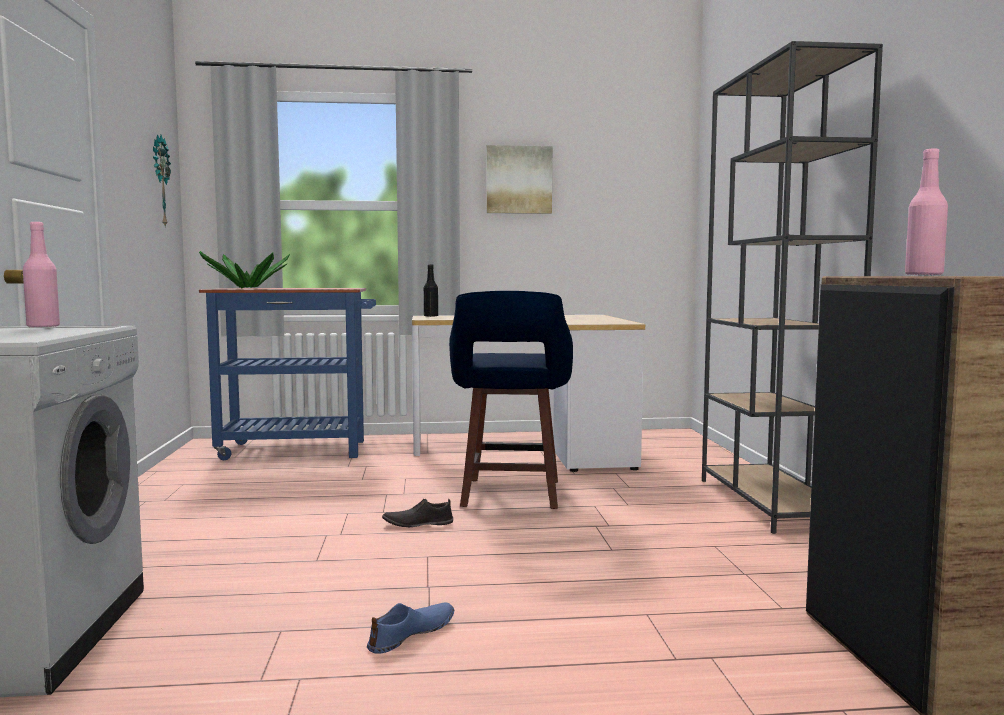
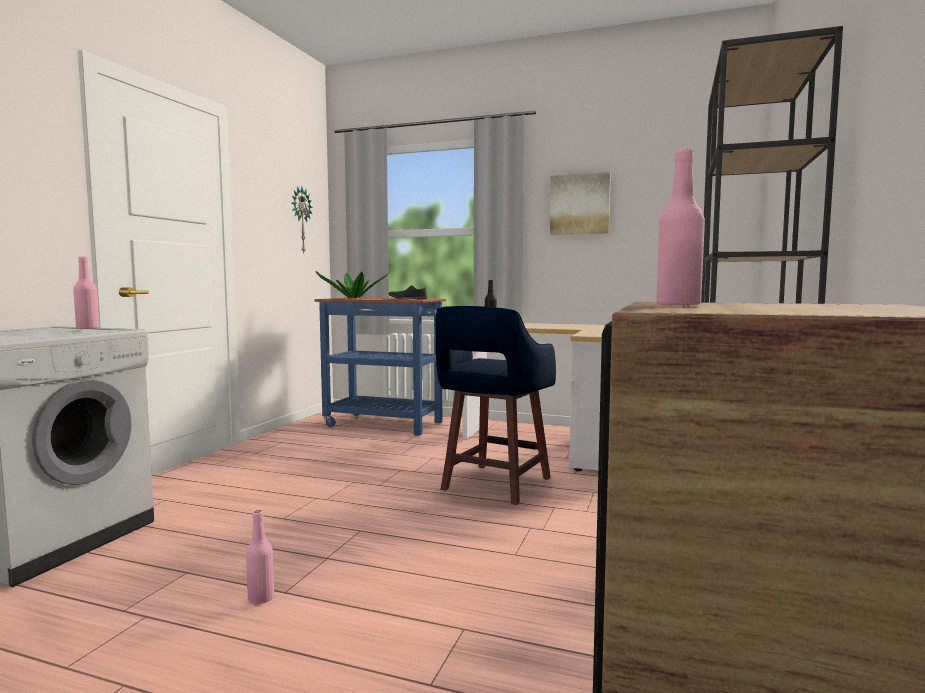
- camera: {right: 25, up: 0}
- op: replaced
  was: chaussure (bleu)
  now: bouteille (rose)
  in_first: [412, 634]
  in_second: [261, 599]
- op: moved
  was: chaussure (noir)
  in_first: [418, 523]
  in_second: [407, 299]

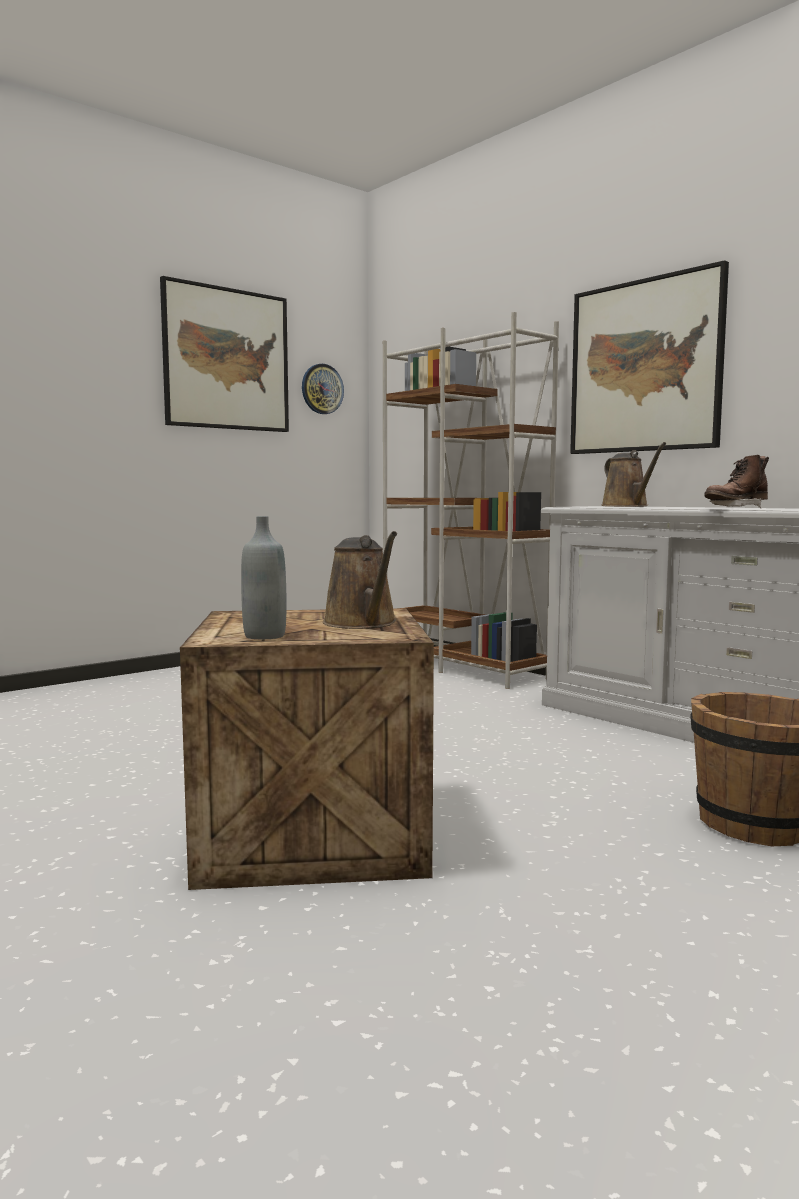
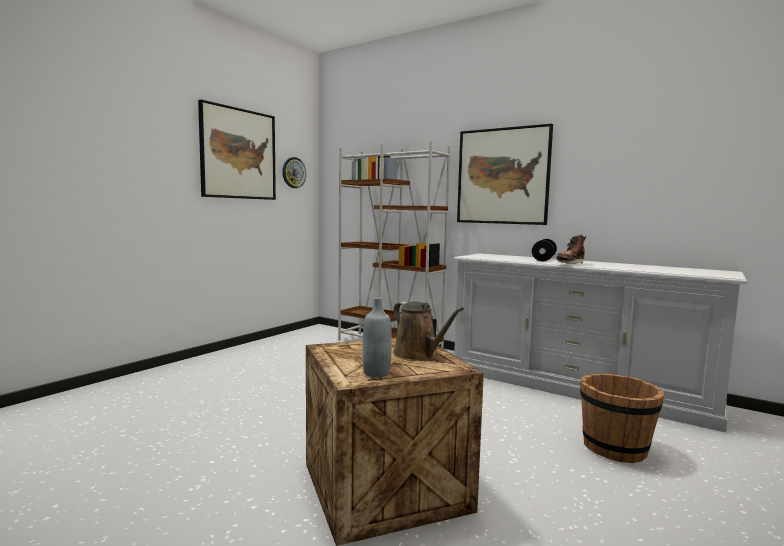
- camera: {right: -15, up: 0}
- op: removed
  was: arrosoir (marron)
  in_first: [627, 506]
- op: added
  now: haltère (noir)
  in_second: [544, 259]

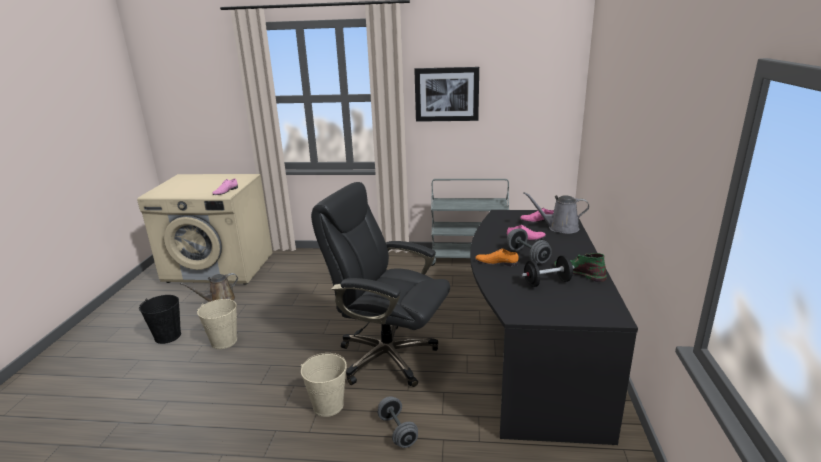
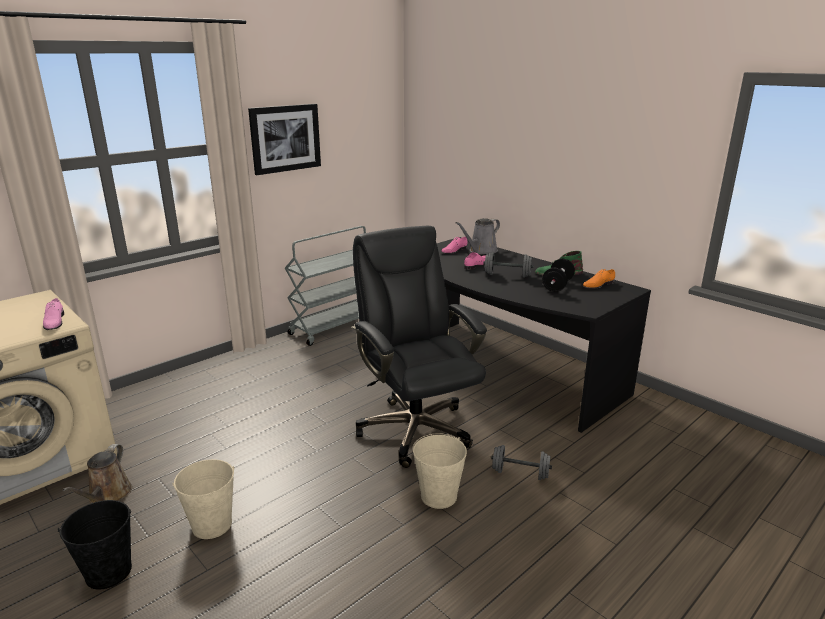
- camera: {right: -50, up: 0}
- op: turned
  was: chaise de bureau (noir)
  in_first: [390, 358]
  in_second: [417, 432]
  clockwise: 90
- op: moved
  was: chaussure (orange)
  in_first: [496, 262]
  in_second: [597, 284]

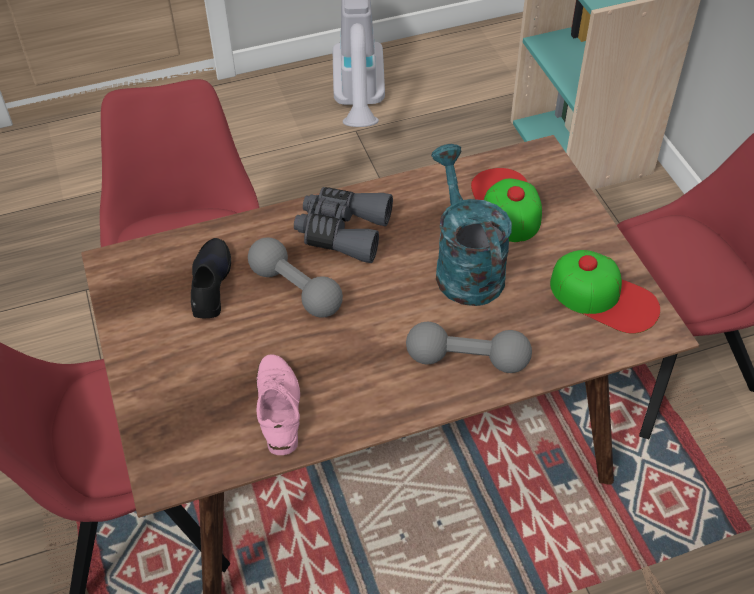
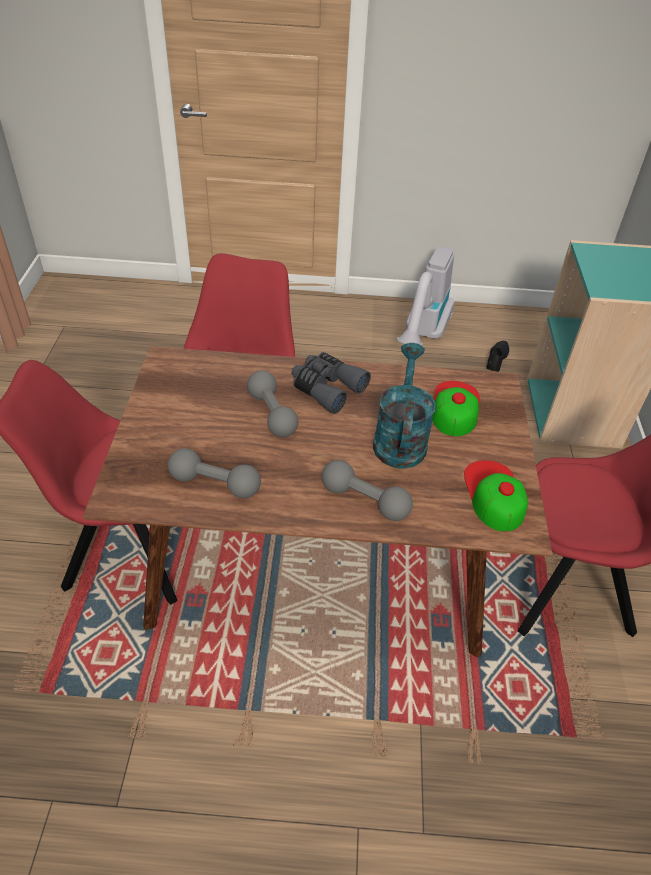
- camera: {right: 20, up: -5}
- op: moved
  was: chaussure (noir)
  in_first: [210, 283]
  in_second: [496, 359]
- op: replaced
  was: chaussure (rose)
  now: haltère (gris)
  in_first: [279, 407]
  in_second: [215, 484]
- op: turned
  was: casquette
  in_first: [604, 297]
  in_second: [494, 494]
  clockwise: -150

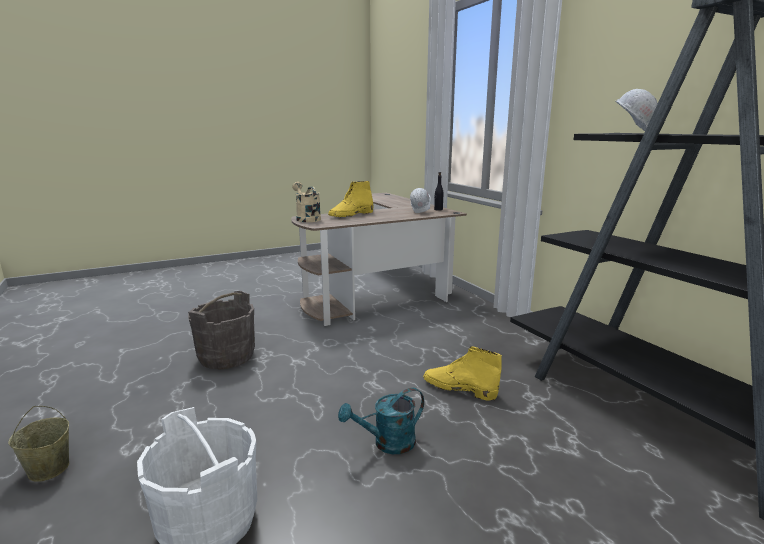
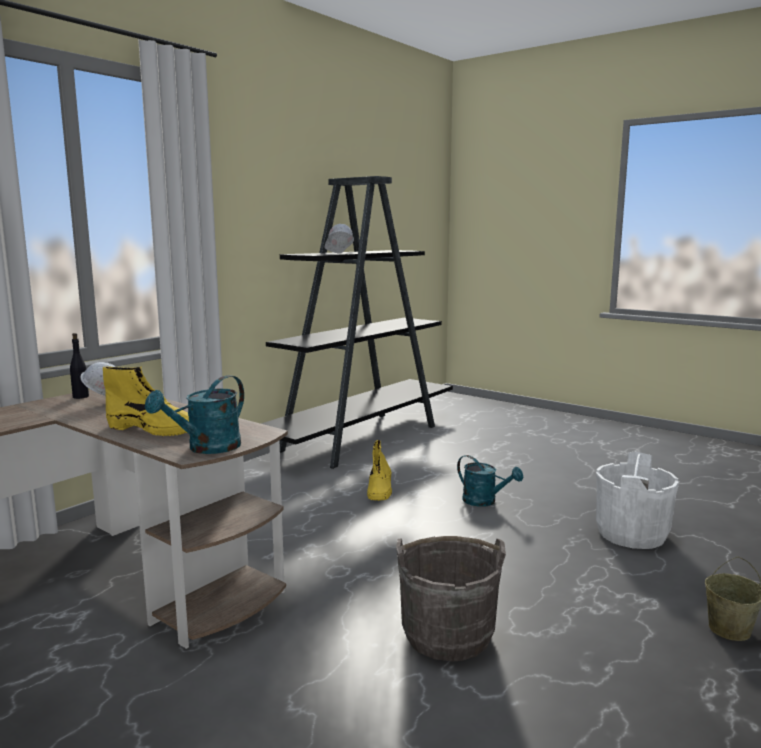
- camera: {right: -115, up: -5}
- op: recoloured
  was: arrosoir (beige)
  now: arrosoir (turquoise)
  in_first: [306, 218]
  in_second: [207, 448]

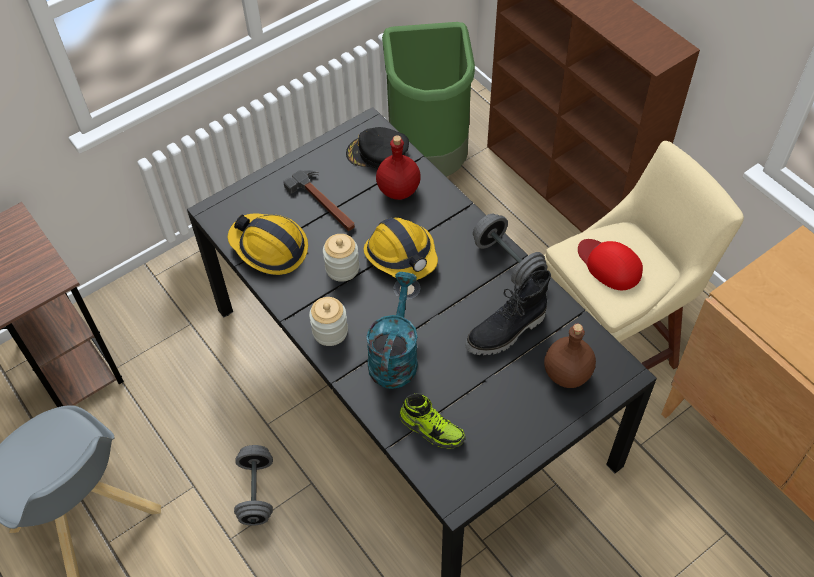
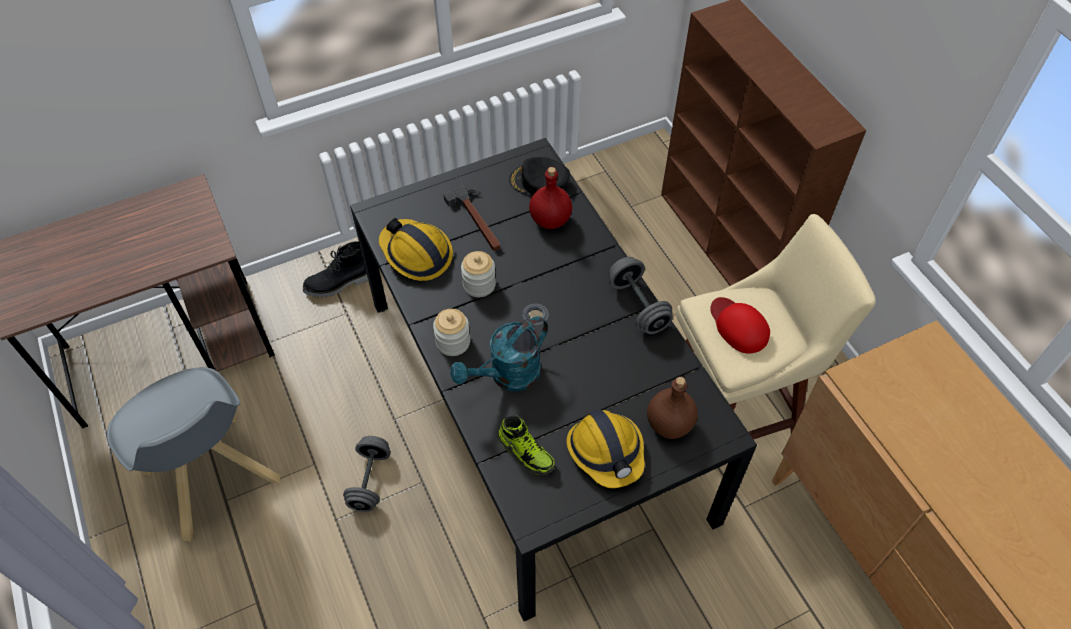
- camera: {right: 10, up: 0}
- op: moved
  was: casque de chantier
  in_first: [401, 255]
  in_second: [606, 451]
- op: turned
  was: arrosoir (turquoise)
  in_first: [394, 356]
  in_second: [507, 376]
  clockwise: -150
- op: removed
  was: poubelle (vert)
  in_first: [429, 159]
- op: moved
  was: botte (noir)
  in_first: [507, 332]
  in_second: [338, 284]

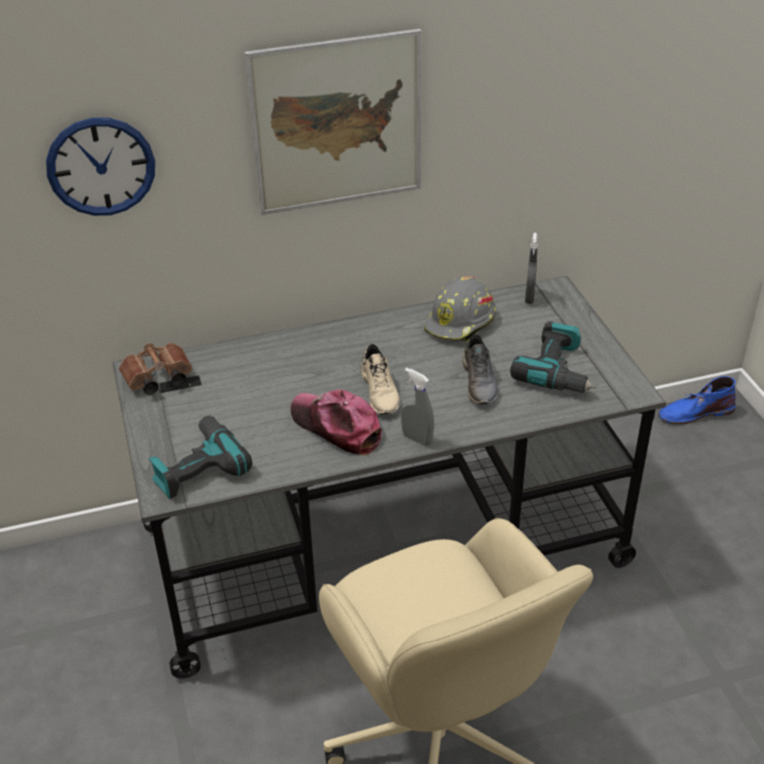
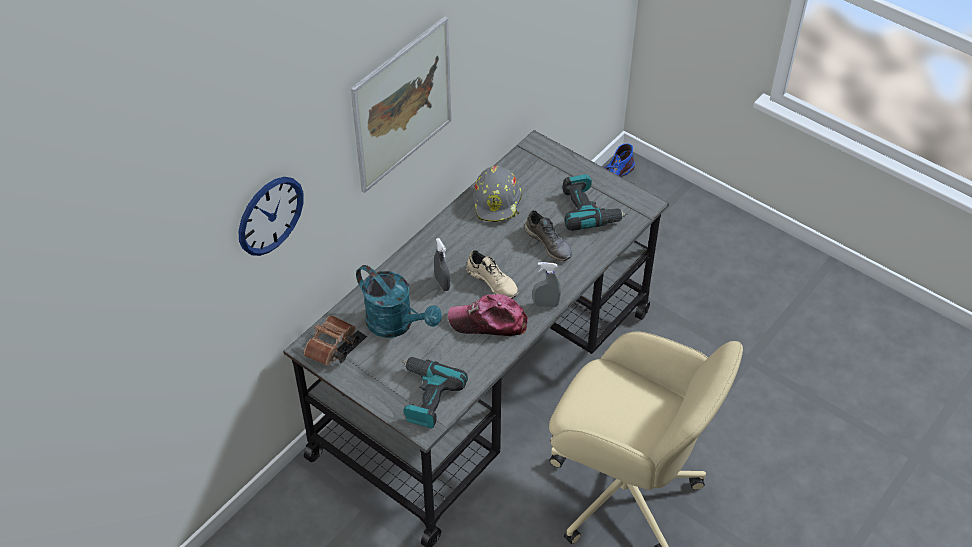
- camera: {right: -35, up: 10}
- op: moved
  was: vaporisateur (gris)
  in_first: [529, 297]
  in_second: [442, 283]
- op: added
  now: arrosoir (turquoise)
  in_second: [396, 324]

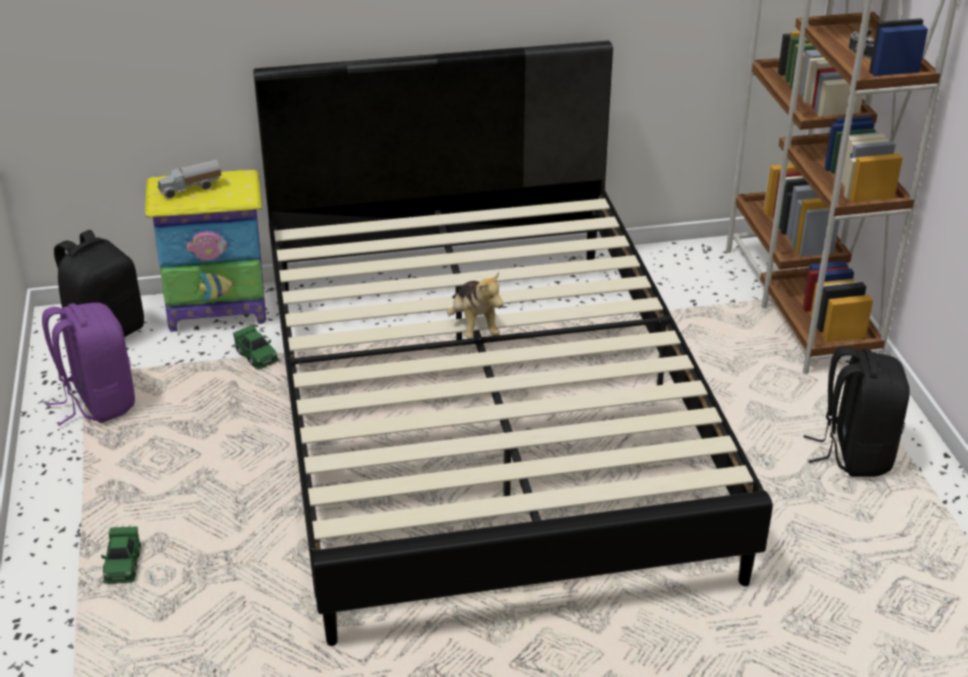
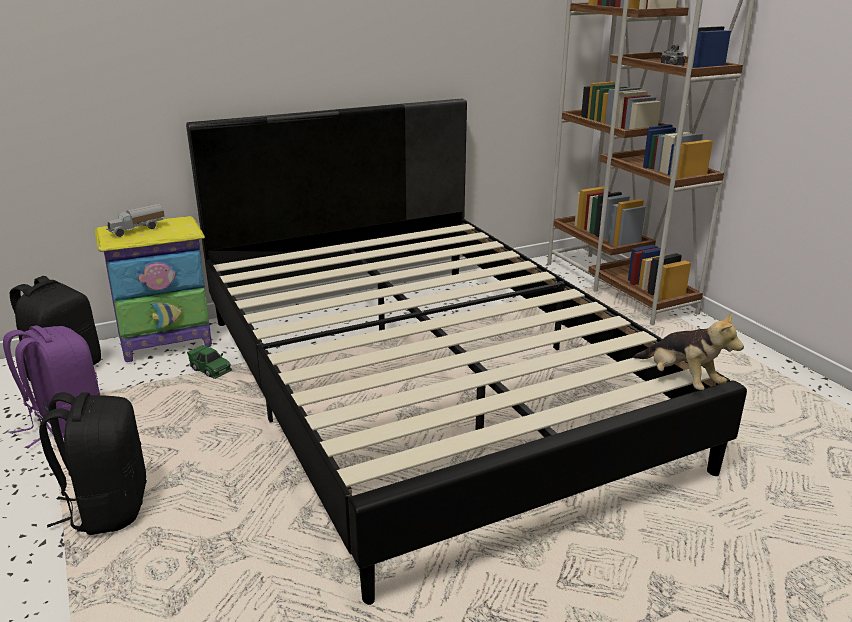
- camera: {right: -15, up: -10}
- op: removed
  was: petite voiture (vert)
  in_first: [123, 564]
- op: moved
  was: peluche
  in_first: [474, 326]
  in_second: [681, 380]
- op: moved
  was: sac à dos (noir)
  in_first: [853, 453]
  in_second: [108, 507]

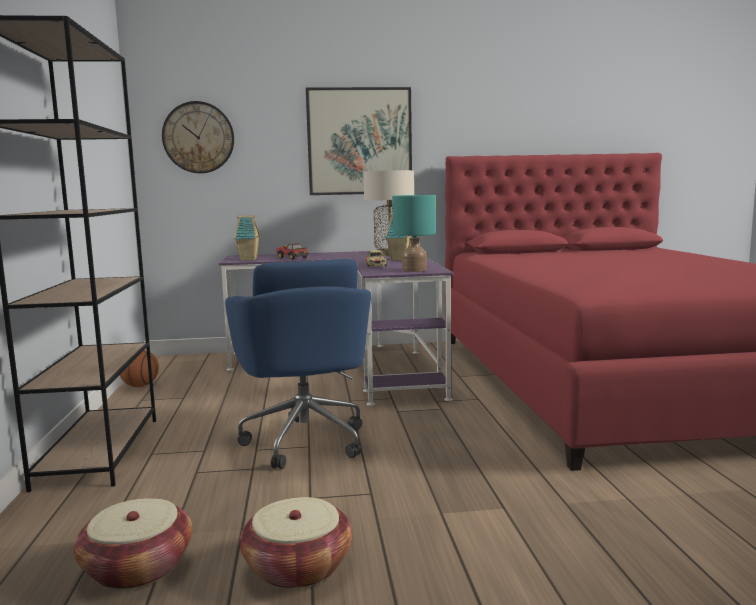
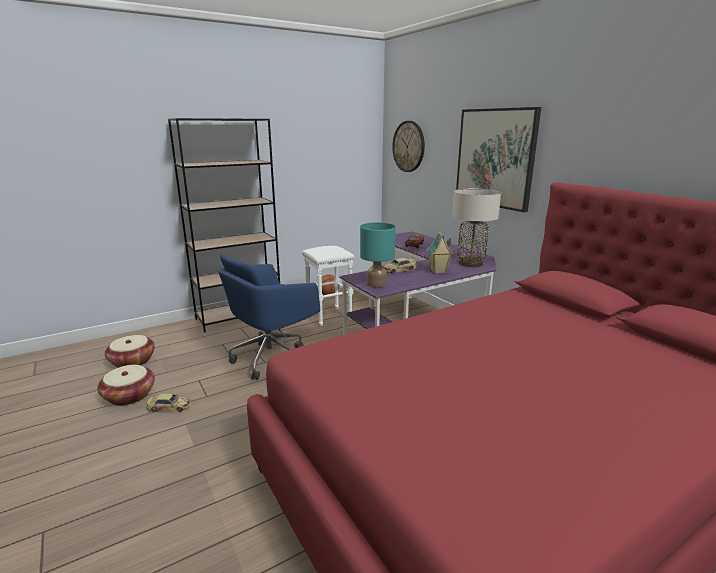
- camera: {right: 65, up: 10}
- op: removed
  was: maison miniature
  in_first: [249, 259]
- op: added
  now: petite voiture
  in_second: [169, 407]
- op: added
  now: tabouret (blanc)
  in_second: [329, 315]

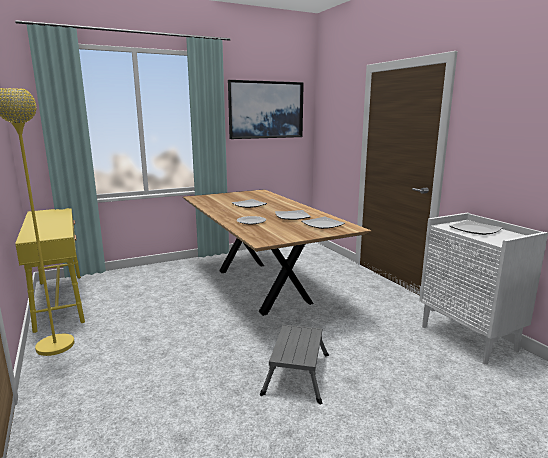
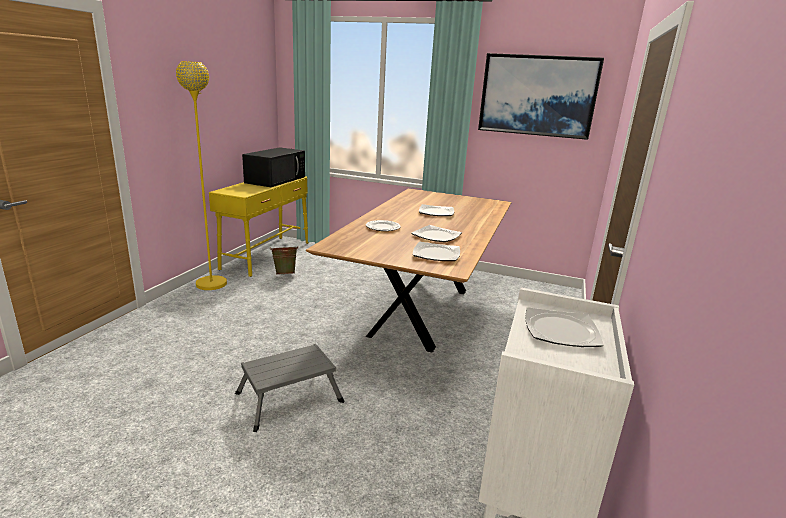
- camera: {right: 45, up: 5}
- op: added
  now: micro-ondes (noir)
  in_second: [276, 179]
- op: added
  now: seau (vert)
  in_second: [285, 274]

